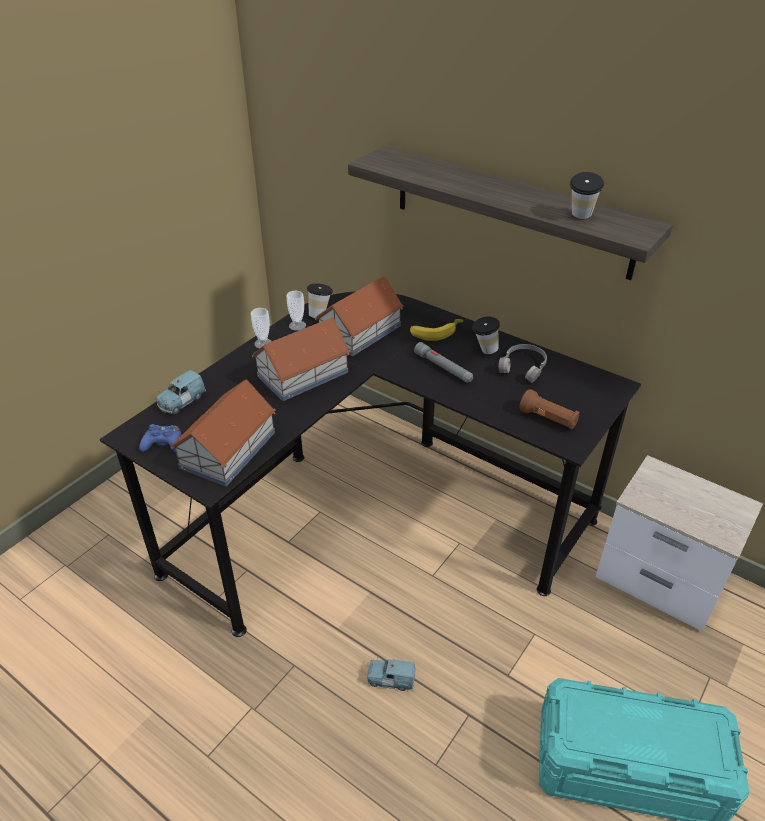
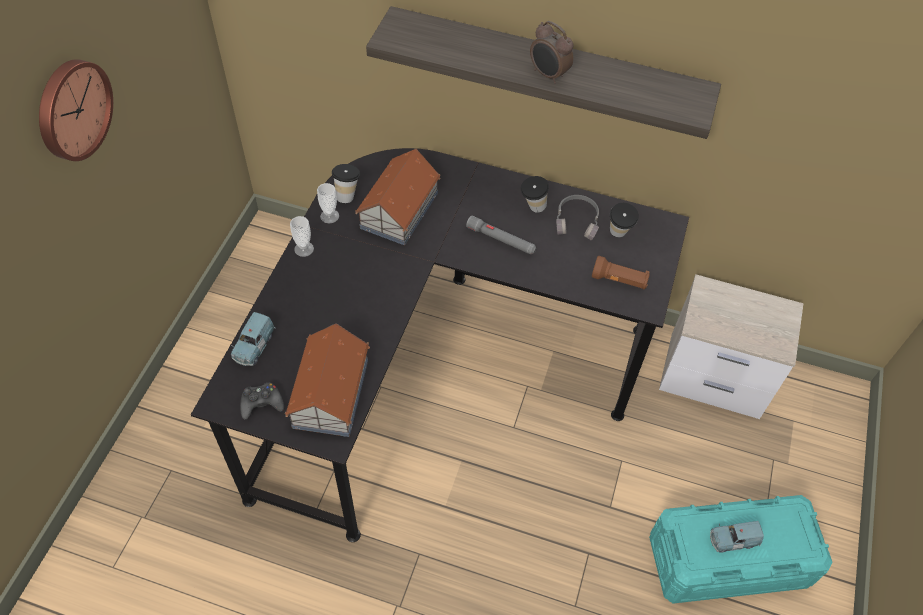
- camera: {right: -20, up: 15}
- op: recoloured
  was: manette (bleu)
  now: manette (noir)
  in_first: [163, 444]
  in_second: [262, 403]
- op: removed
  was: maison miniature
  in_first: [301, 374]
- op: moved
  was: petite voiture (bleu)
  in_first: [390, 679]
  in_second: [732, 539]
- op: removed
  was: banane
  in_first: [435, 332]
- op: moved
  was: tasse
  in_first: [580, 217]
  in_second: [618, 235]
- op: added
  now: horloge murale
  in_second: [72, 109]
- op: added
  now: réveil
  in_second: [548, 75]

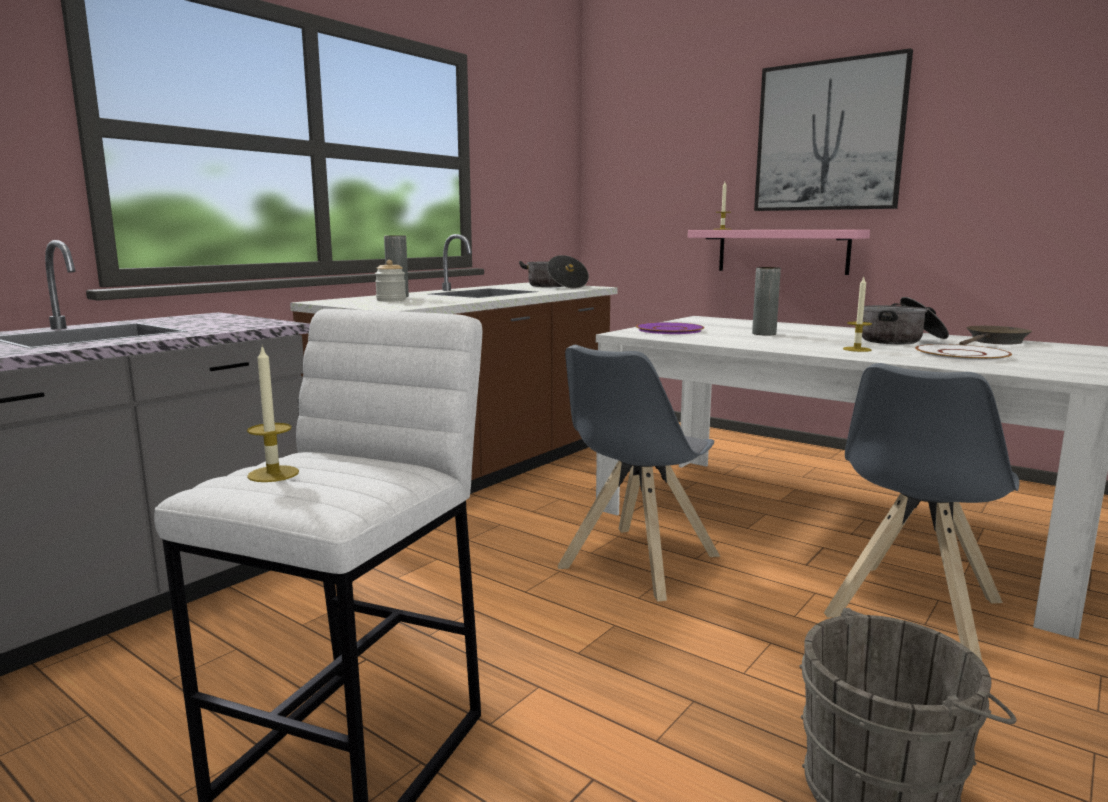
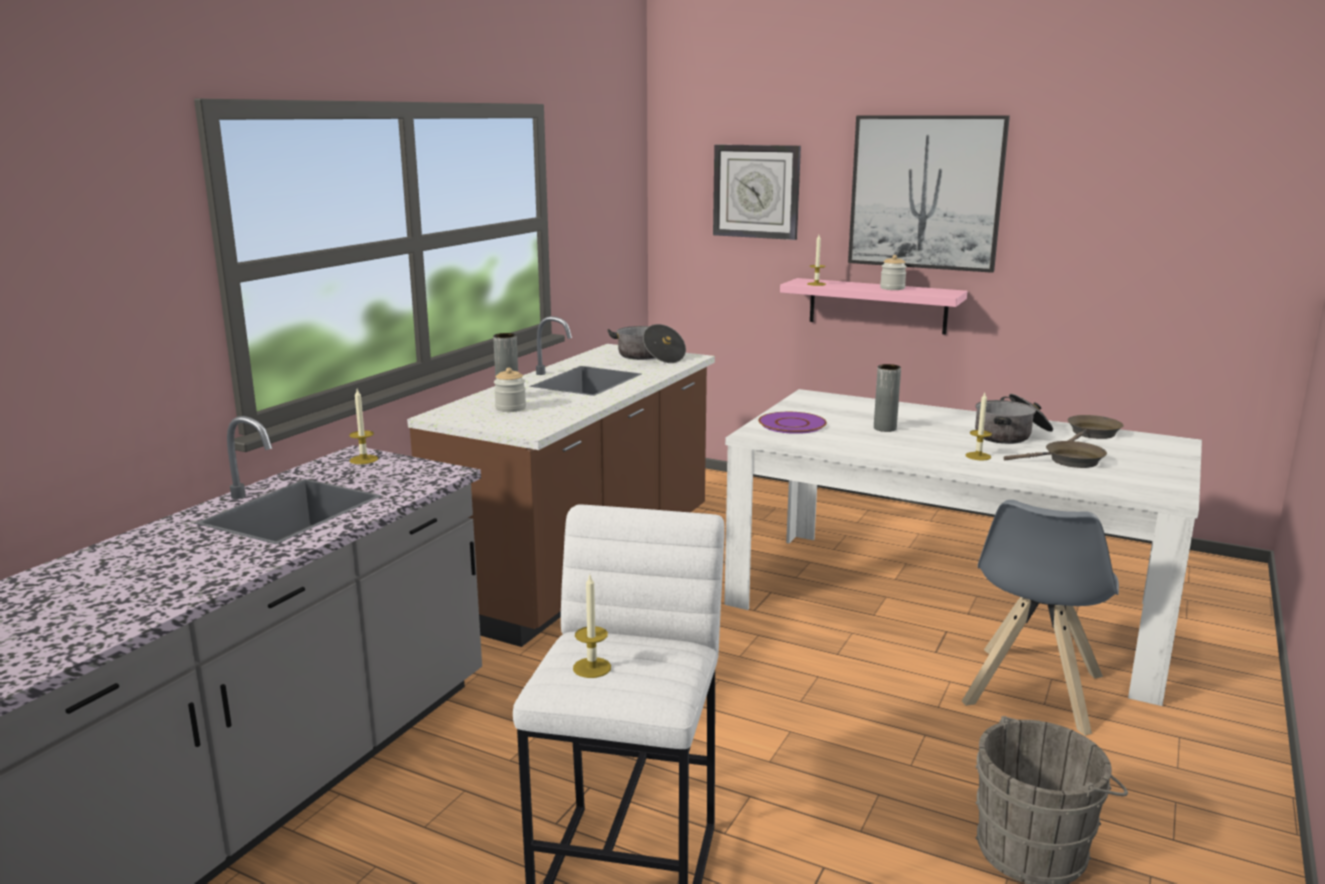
- camera: {right: -10, up: 5}
- op: removed
  was: chaise (gris)
  in_first: [636, 563]
- op: replaced
  was: assiette (blanc)
  now: poêle (marron)
  in_first: [962, 355]
  in_second: [1068, 461]
- op: added
  now: bougie
  in_second: [364, 459]
- op: added
  now: horloge murale
  in_second: [756, 191]
- op: added
  now: bocal
  in_second: [892, 288]

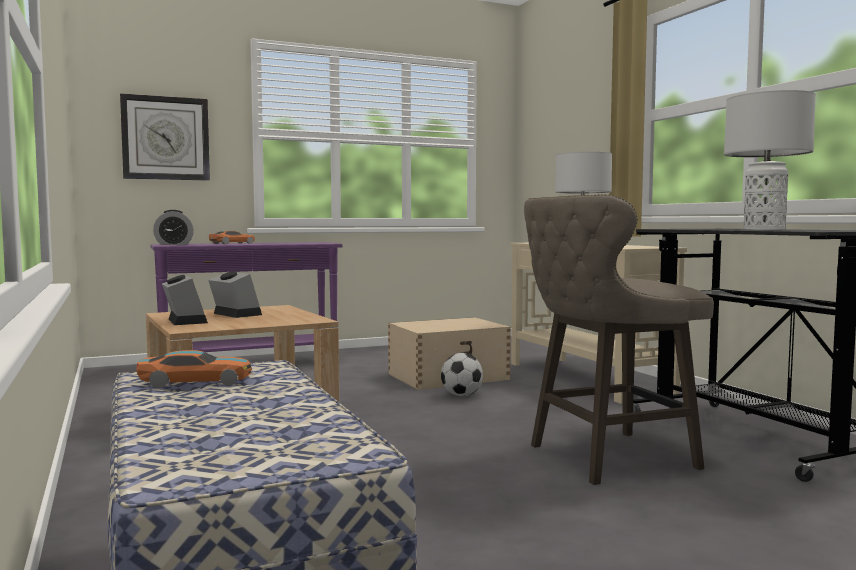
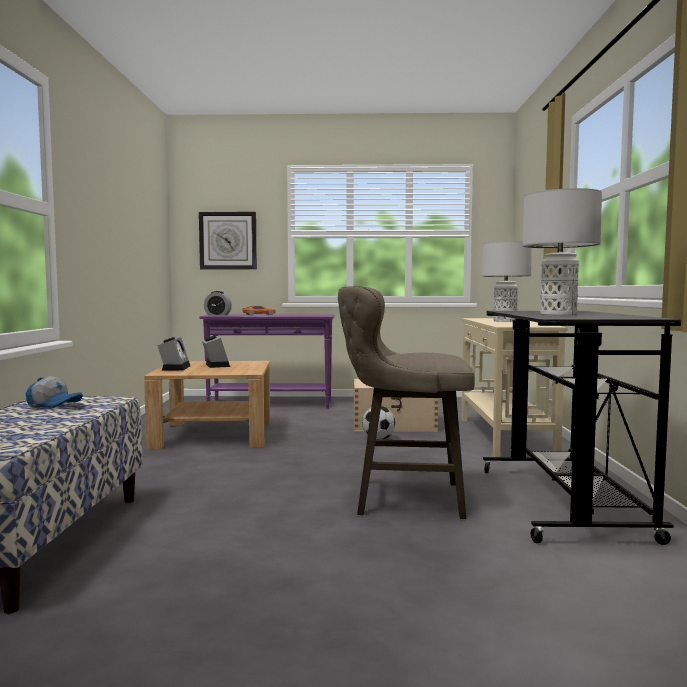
- camera: {right: 25, up: 0}
- op: replaced
  was: petite voiture
  now: casquette
  in_first: [195, 381]
  in_second: [55, 404]

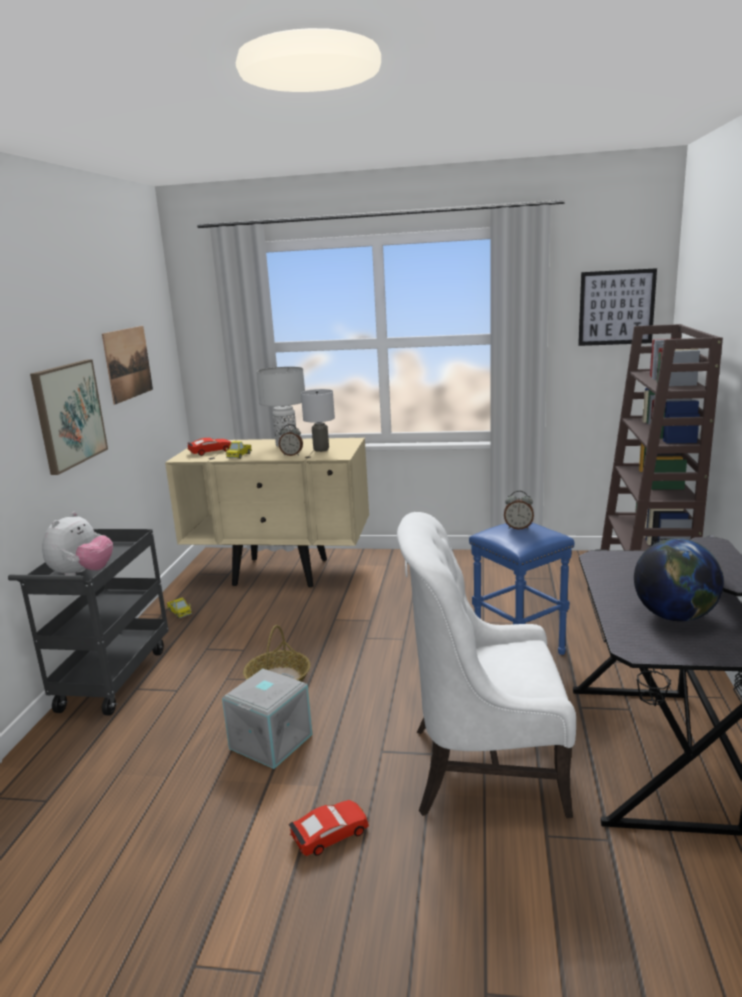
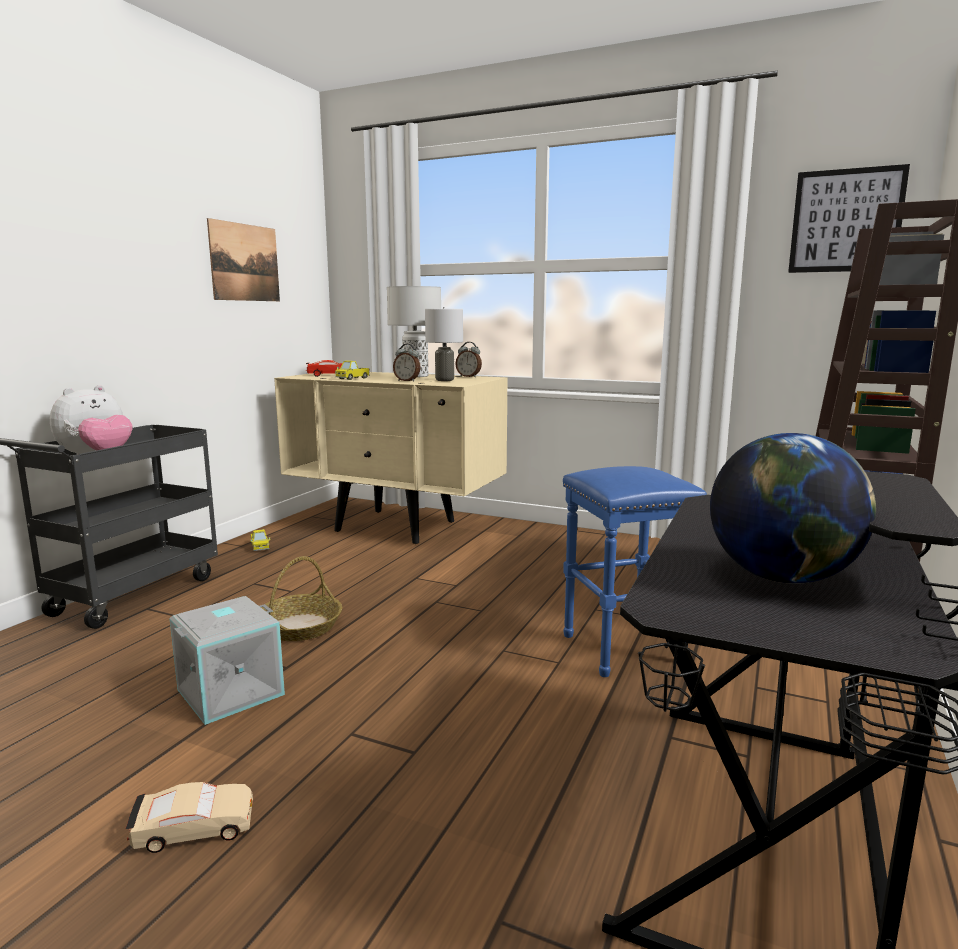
- camera: {right: 15, up: -5}
- op: removed
  was: tableau
  in_first: [69, 414]
- op: recoloured
  was: petite voiture (rouge)
  now: petite voiture (beige)
  in_first: [329, 834]
  in_second: [194, 827]
- op: removed
  was: chaise (blanc)
  in_first: [484, 767]
- op: moved
  was: réveil
  in_first: [518, 528]
  in_second: [469, 377]

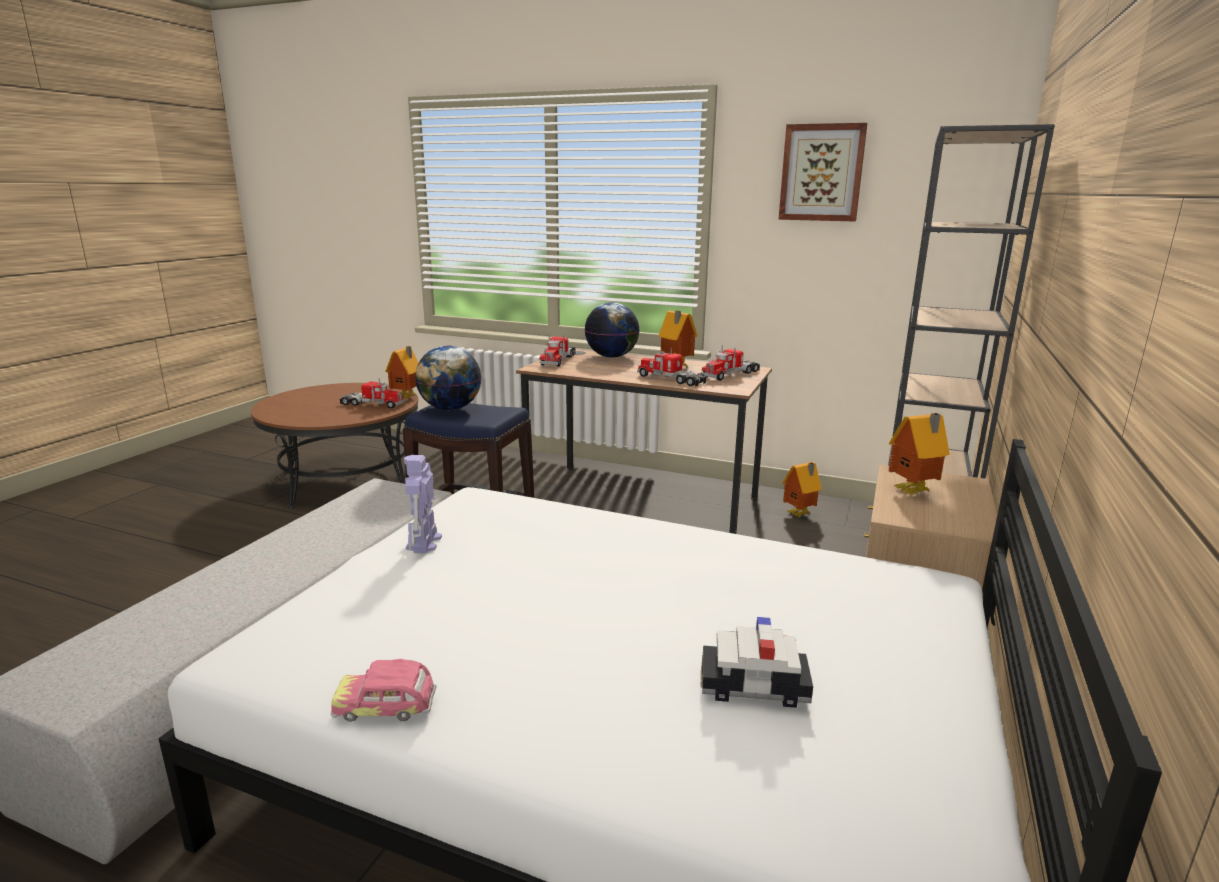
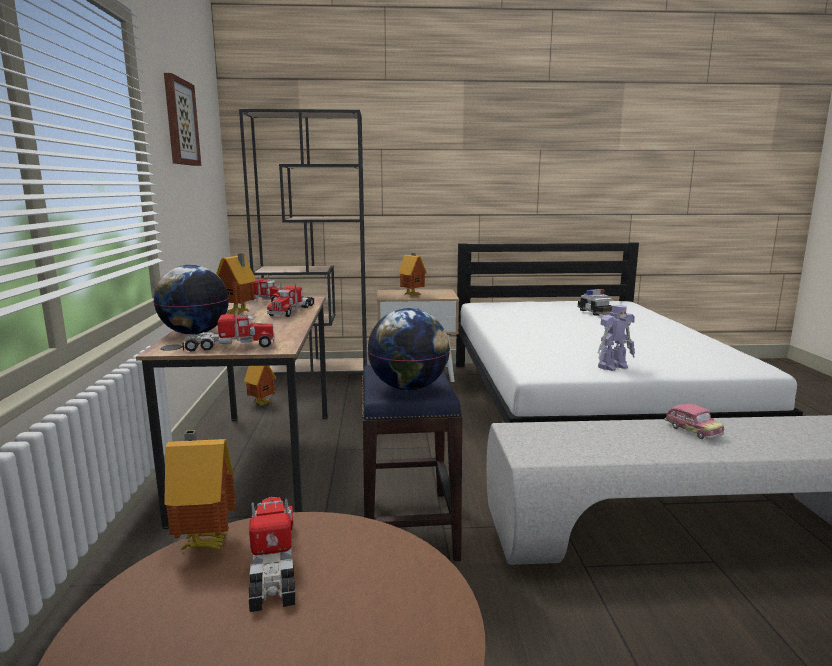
- camera: {right: -115, up: -5}
- op: moved
  was: petite voiture
  in_first: [385, 708]
  in_second: [692, 431]

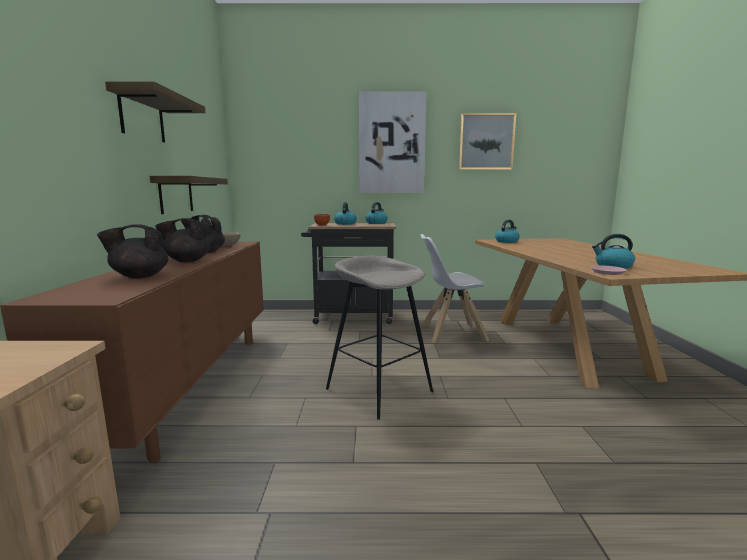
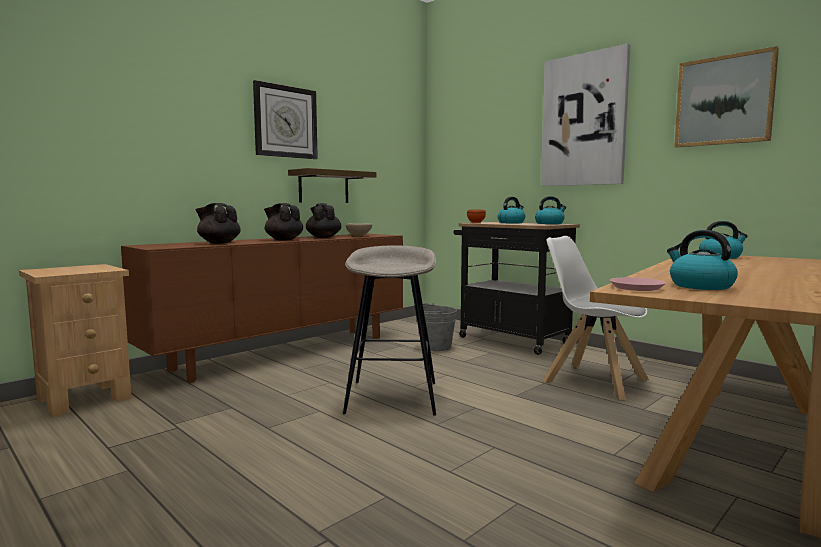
- camera: {right: 45, up: -5}
- op: replaced
  was: étagère
  now: horloge murale
  in_first: [142, 117]
  in_second: [285, 122]
- op: added
  now: seau (gris)
  in_second: [436, 347]

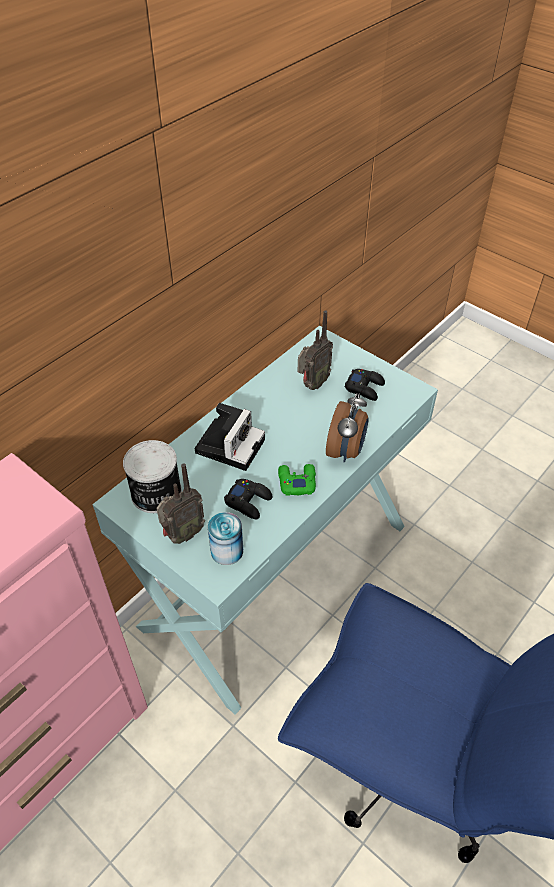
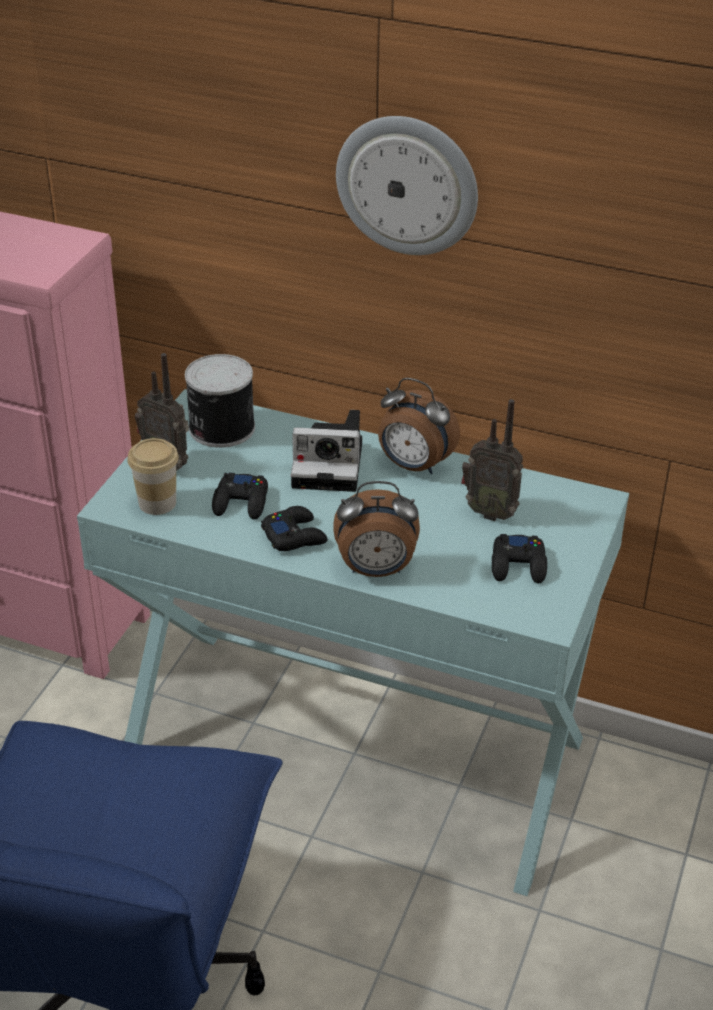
- camera: {right: 70, up: -10}
- op: replaced
  was: boîte métallique
  now: tasse
  in_first: [227, 551]
  in_second: [157, 503]
- op: recoloured
  was: manette (vert)
  now: manette (noir)
  in_first: [296, 482]
  in_second: [294, 535]
- op: added
  now: horloge murale
  in_second: [407, 185]
- op: added
  now: réveil
  in_second: [414, 466]

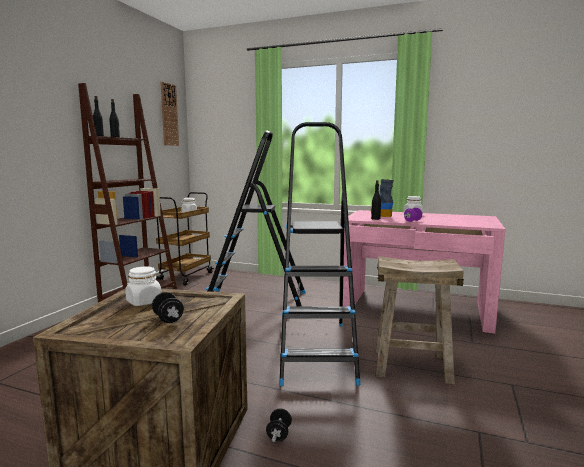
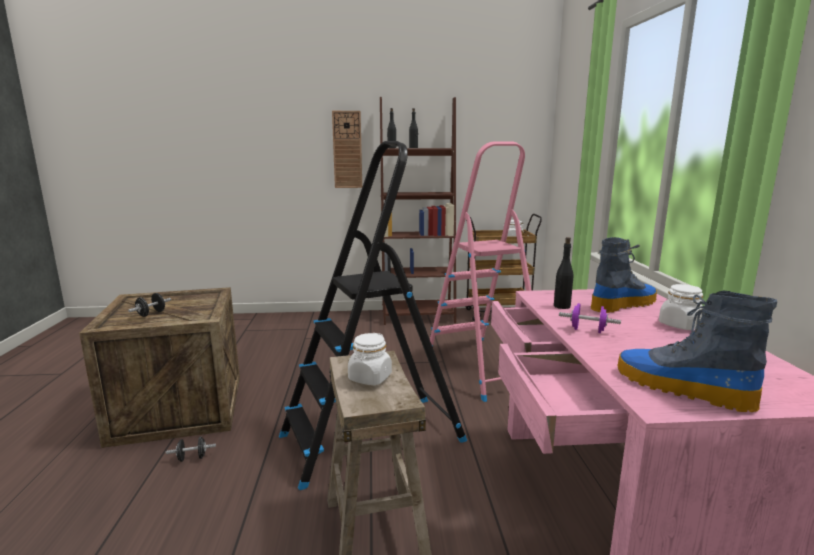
- camera: {right: 65, up: 5}
- op: moved
  was: bocal (blanc)
  in_first: [144, 302]
  in_second: [370, 378]
- op: moved
  was: horloge murale
  in_first: [169, 114]
  in_second: [347, 150]
- op: recoloured
  was: escabeau (noir)
  now: escabeau (rose)
  in_first: [255, 299]
  in_second: [481, 365]
- op: added
  now: botte
  in_second: [680, 388]

